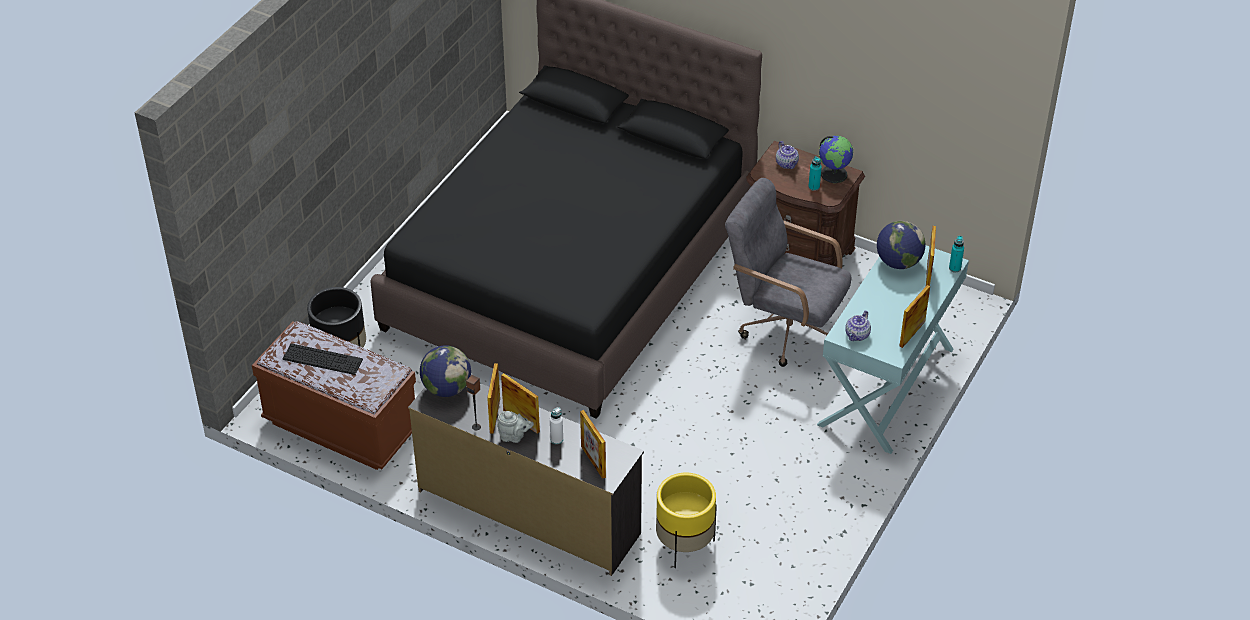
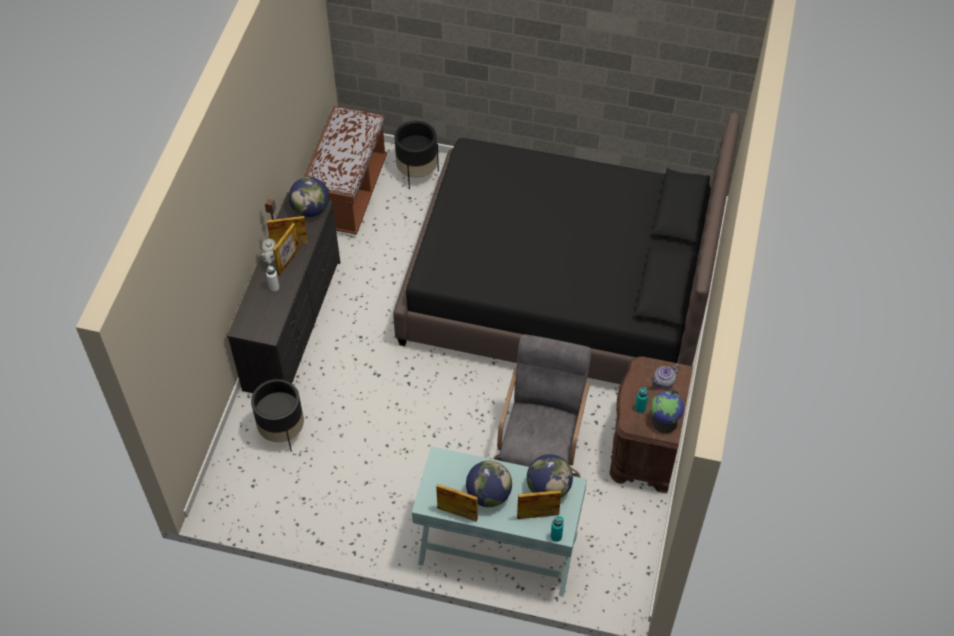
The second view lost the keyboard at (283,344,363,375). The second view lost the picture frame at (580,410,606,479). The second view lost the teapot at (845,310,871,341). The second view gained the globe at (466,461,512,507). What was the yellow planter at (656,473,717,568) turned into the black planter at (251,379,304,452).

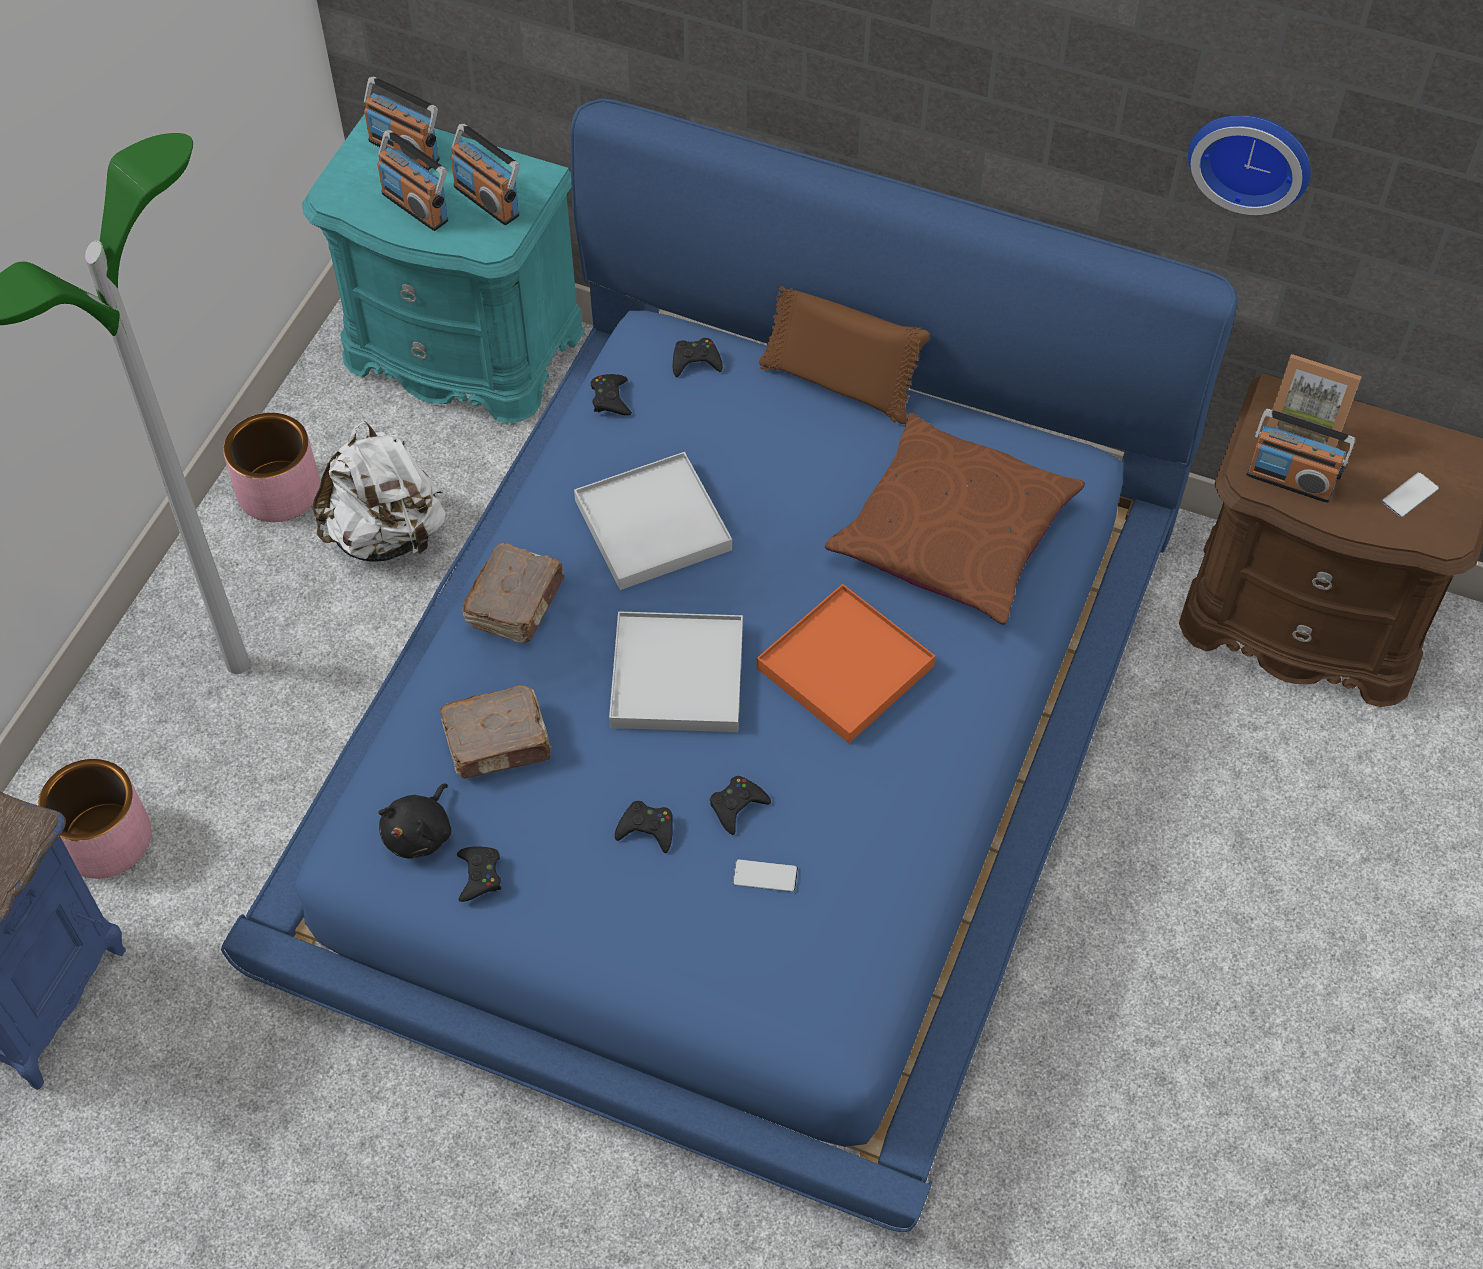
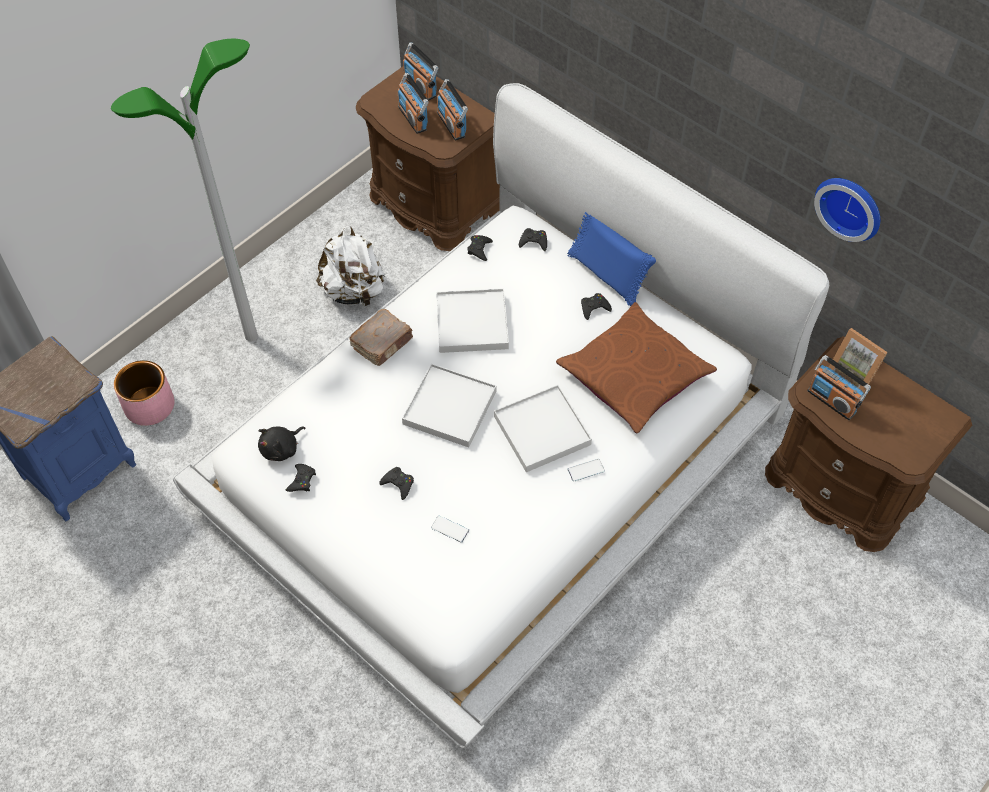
The second view lost the pink planter at (223,413,320,522). The second view lost the brown book at (440,685,552,779). The black game controller ended up elsewhere, having gone from (710,776,771,835) to (581,293,612,320). The phone ended up elsewhere, having gone from (1382,472,1439,517) to (567,459,605,481). What was the blue bed at (221,98,1238,1232) turned into the white bed at (173,83,829,748). What was the turquoise nightstand at (302,114,585,424) turned into the brown nightstand at (356,66,500,251). What was the orange tray at (757,584,935,743) turned into the white tray at (494,385,592,472). What was the brown pillow at (759,286,930,424) turned into the blue pillow at (567,212,656,306).

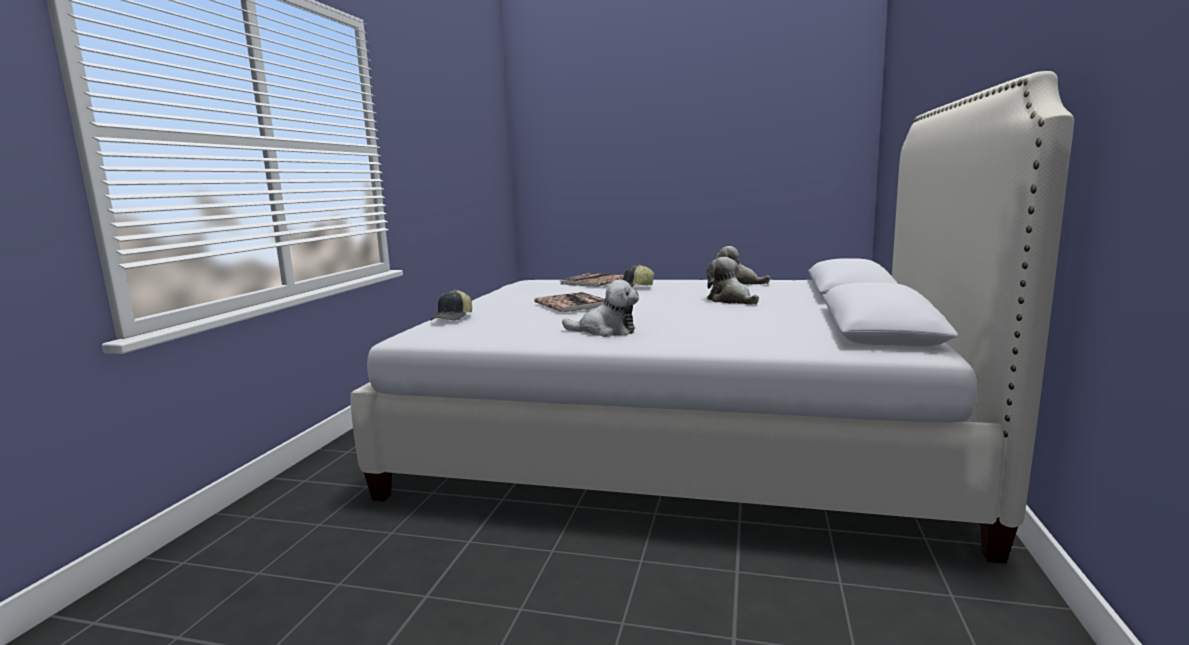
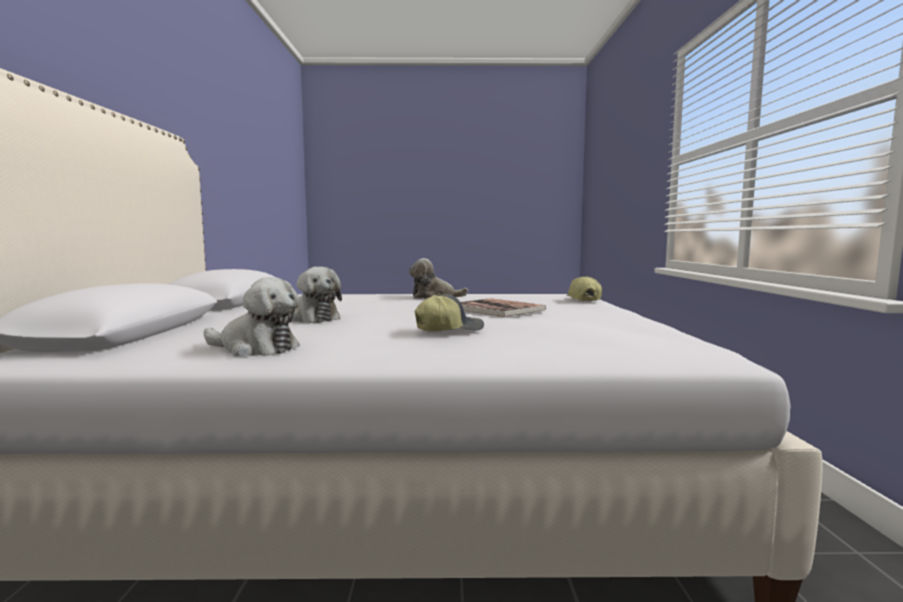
The second view lost the book at (561,273,624,287).

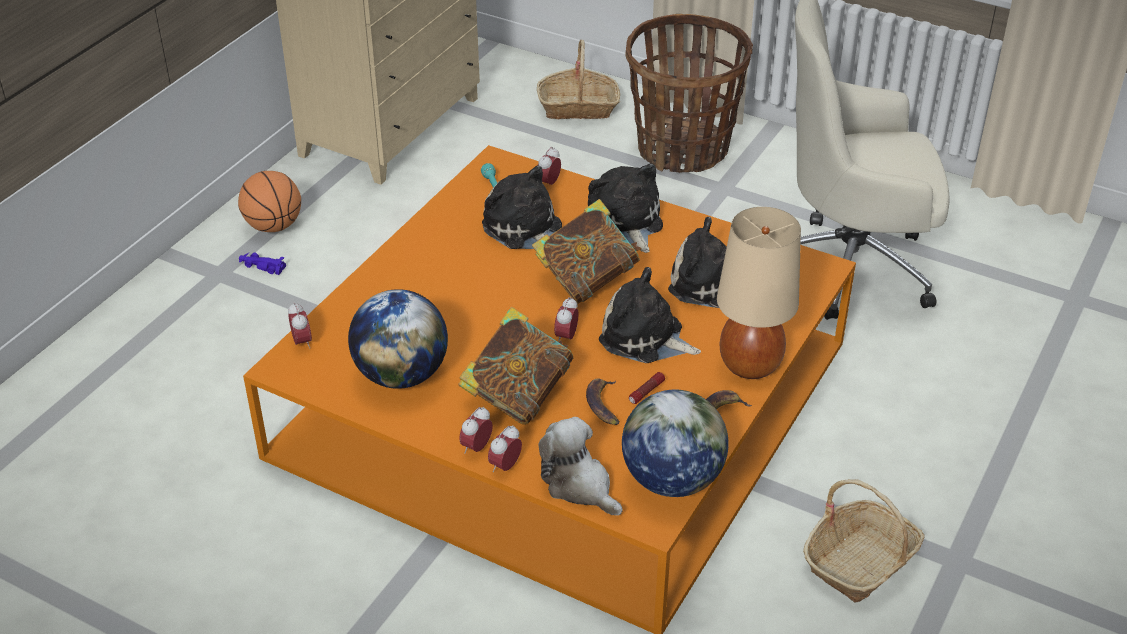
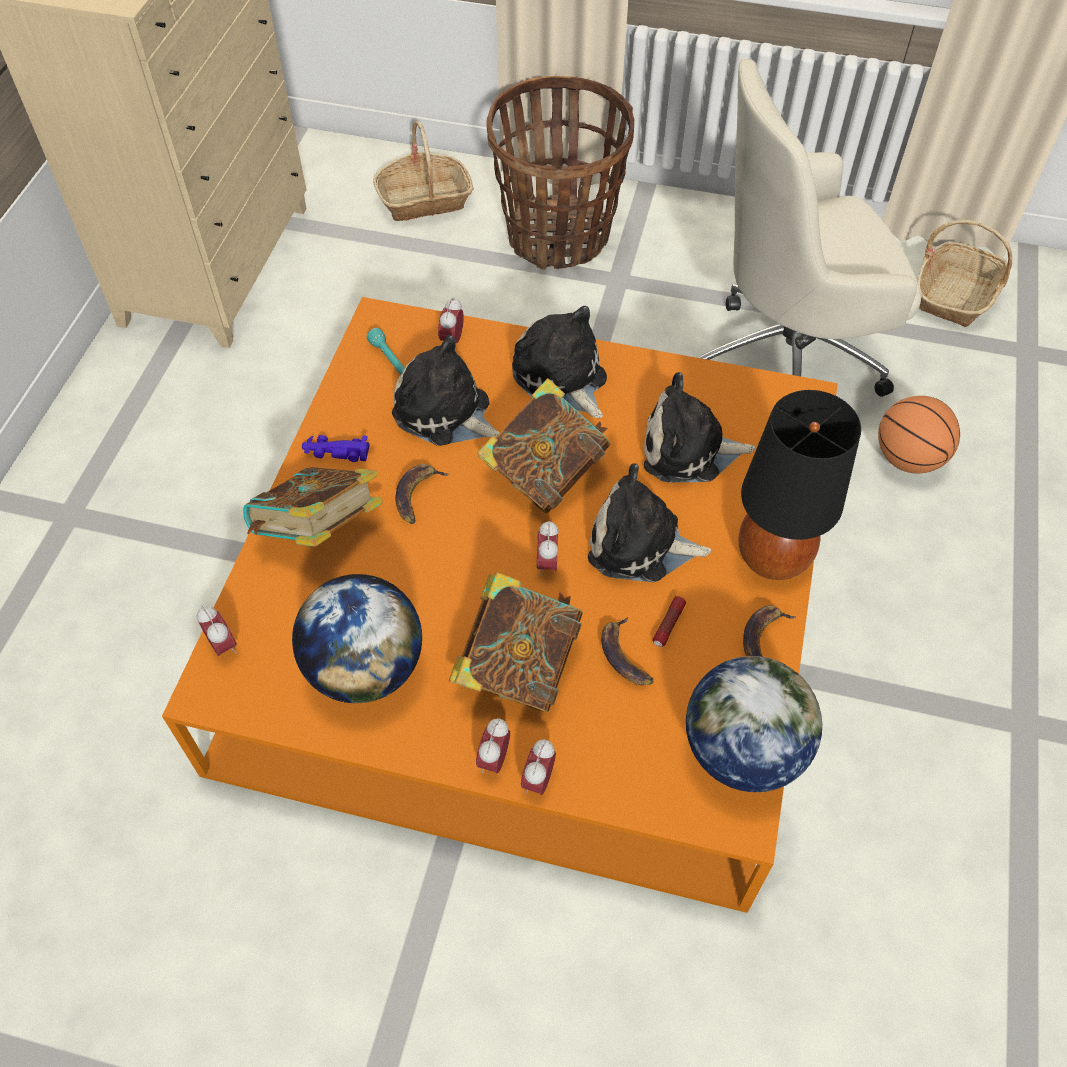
The second view lost the plush toy at (538,417,623,516). The second view gained the book at (243,467,383,547). The second view gained the banana at (395,464,450,524). The basketball ended up elsewhere, having gone from (238,171,301,232) to (878,396,960,473). The purple toy car ended up elsewhere, having gone from (239,252,286,275) to (302,435,370,462). The basket ended up elsewhere, having gone from (803,479,925,603) to (917,219,1012,327). What was the beige table lamp at (717,207,801,379) turned into the black table lamp at (738,390,861,580).

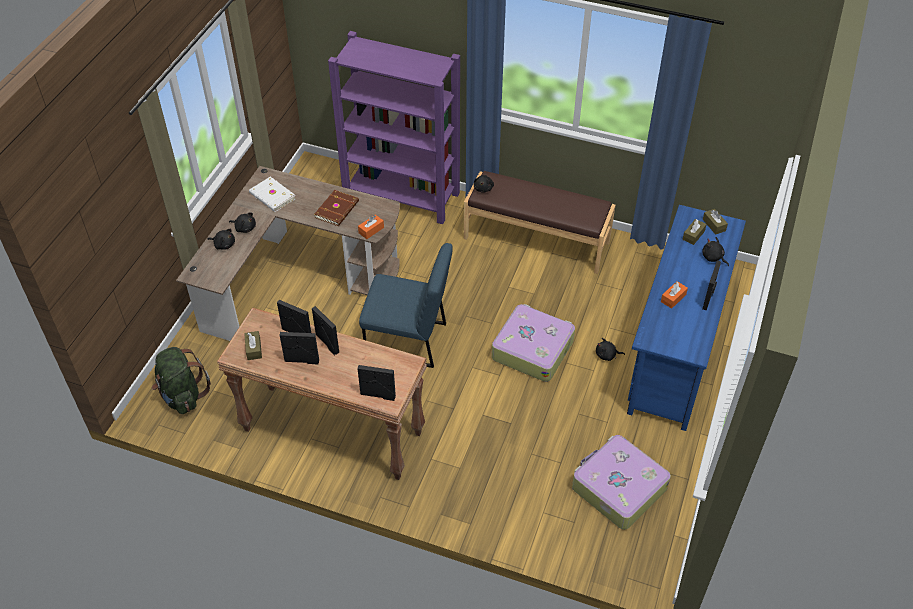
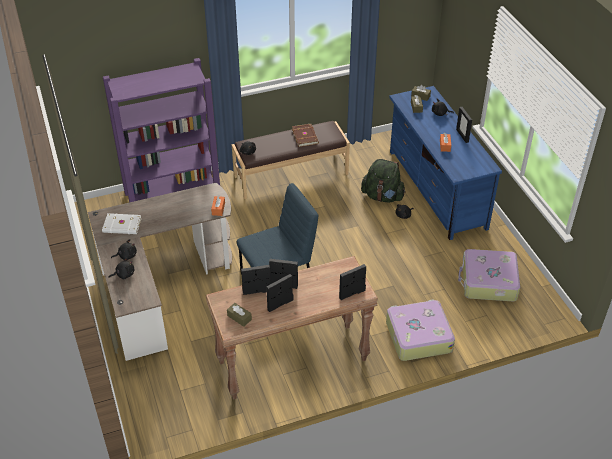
The green backpack ended up elsewhere, having gone from (152,347,211,414) to (361,159,406,203). The brown book ended up elsewhere, having gone from (314,190,359,226) to (292,124,319,147). The suitcase ended up elsewhere, having gone from (492,304,575,382) to (386,299,455,361).

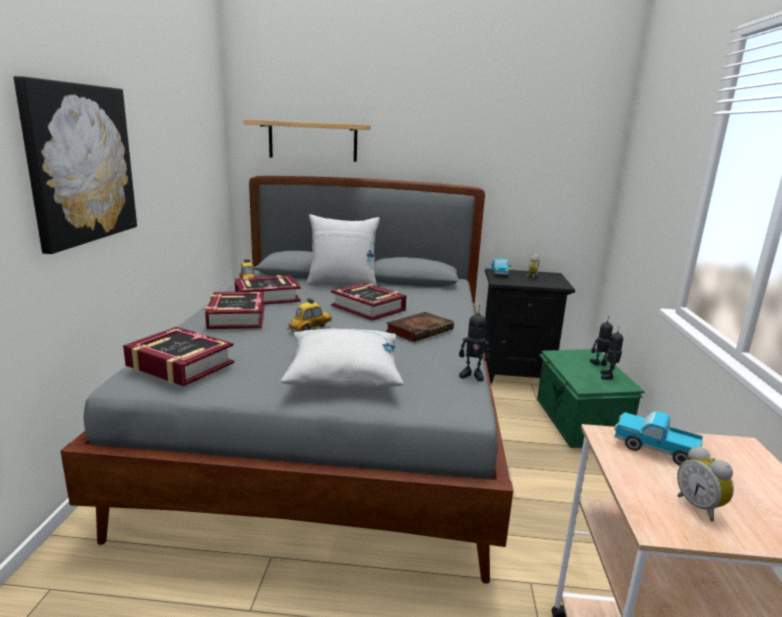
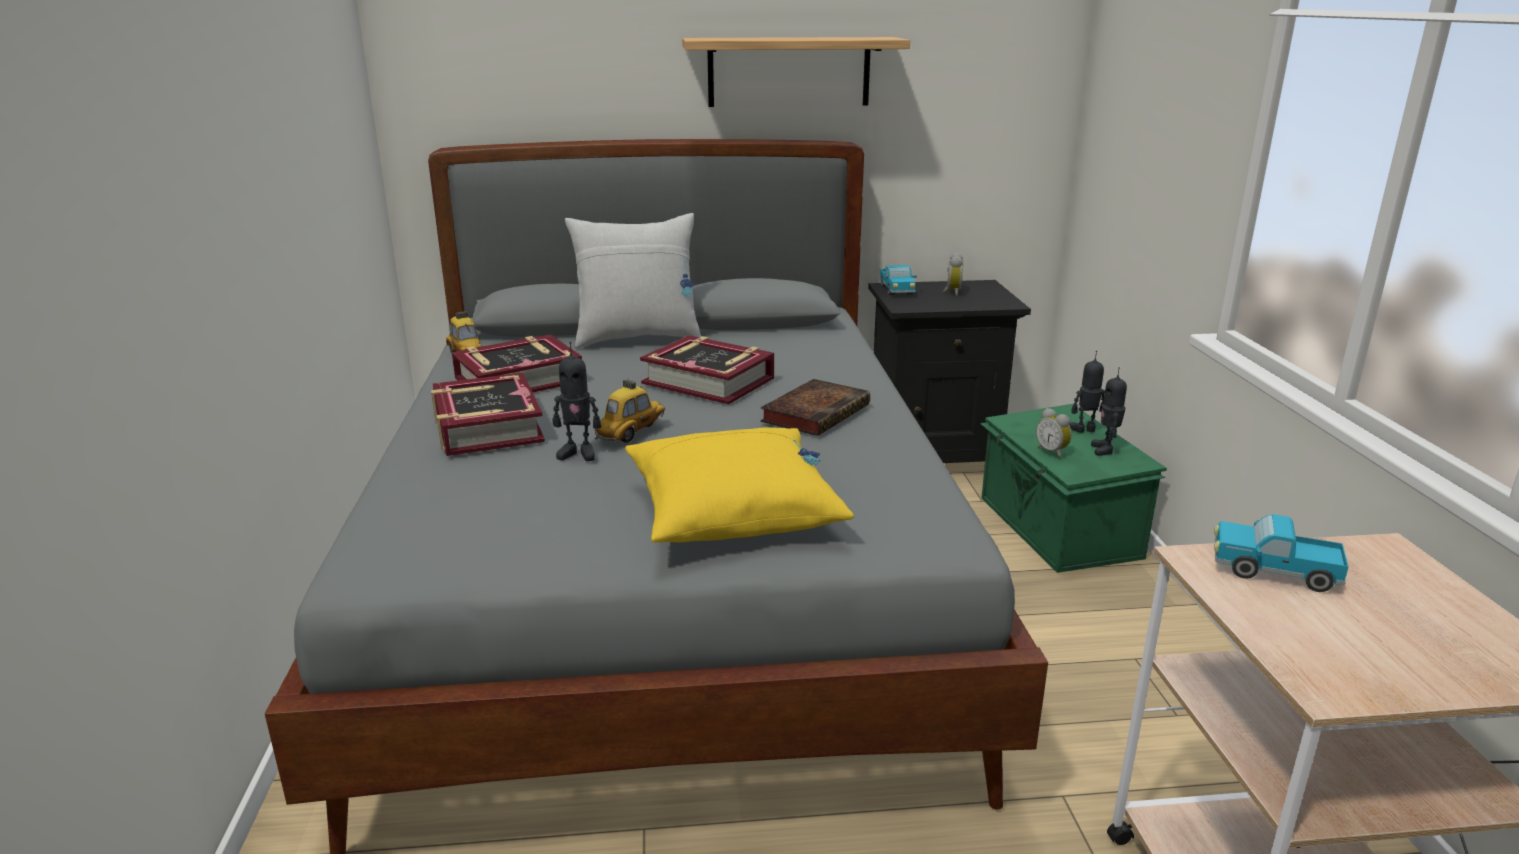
The second view lost the picture at (14,76,137,254). The second view lost the book at (123,327,234,386). The shelf ended up elsewhere, having gone from (244,119,371,162) to (682,37,910,107). The toy robot ended up elsewhere, having gone from (459,305,490,381) to (553,342,601,461). The alarm clock ended up elsewhere, having gone from (677,446,734,521) to (1036,408,1072,458). What was the grey pillow at (280,329,404,389) turned into the yellow pillow at (625,427,854,543).

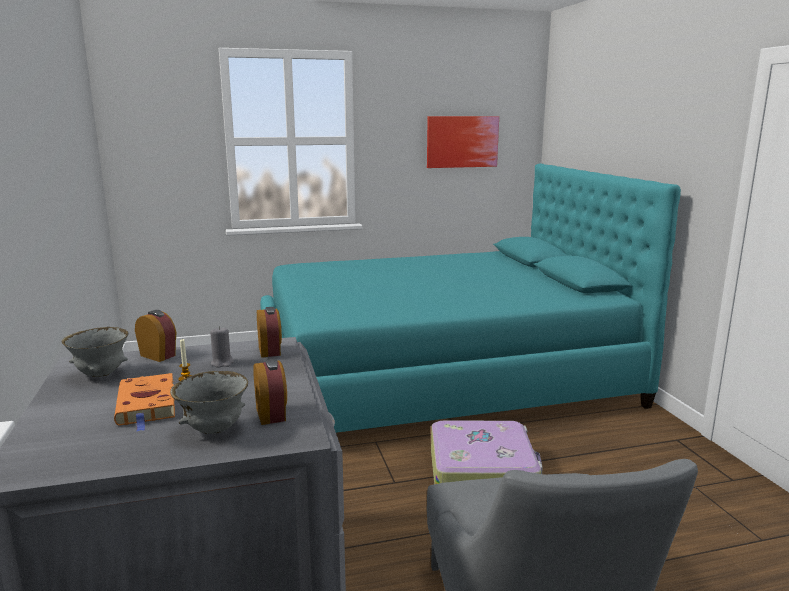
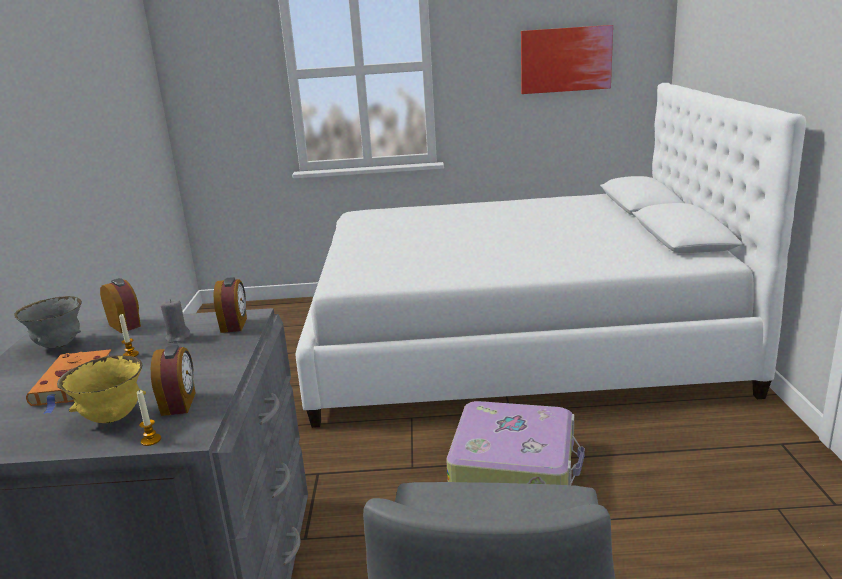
The second view gained the candle at (137,390,161,446). What was the grey bowl at (170,371,248,434) turned into the yellow bowl at (57,355,146,423). What was the turquoise bed at (260,163,681,433) turned into the white bed at (295,83,806,428).

